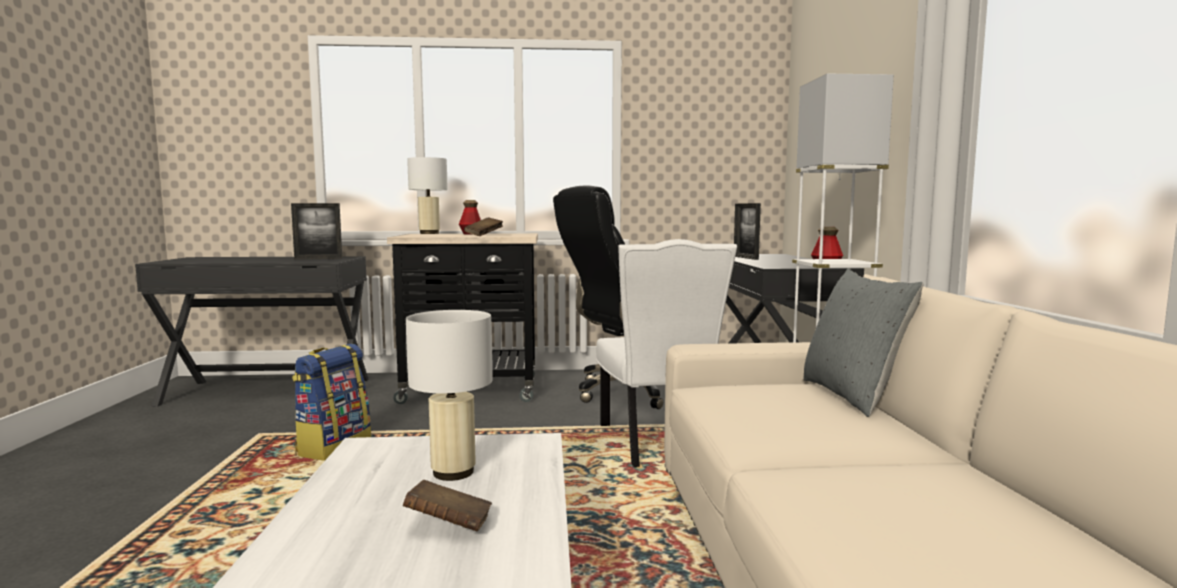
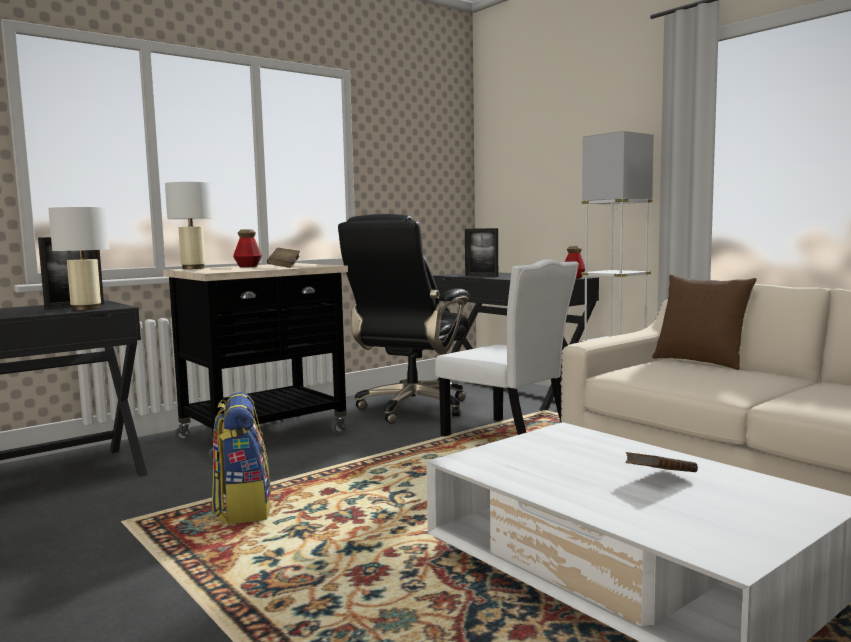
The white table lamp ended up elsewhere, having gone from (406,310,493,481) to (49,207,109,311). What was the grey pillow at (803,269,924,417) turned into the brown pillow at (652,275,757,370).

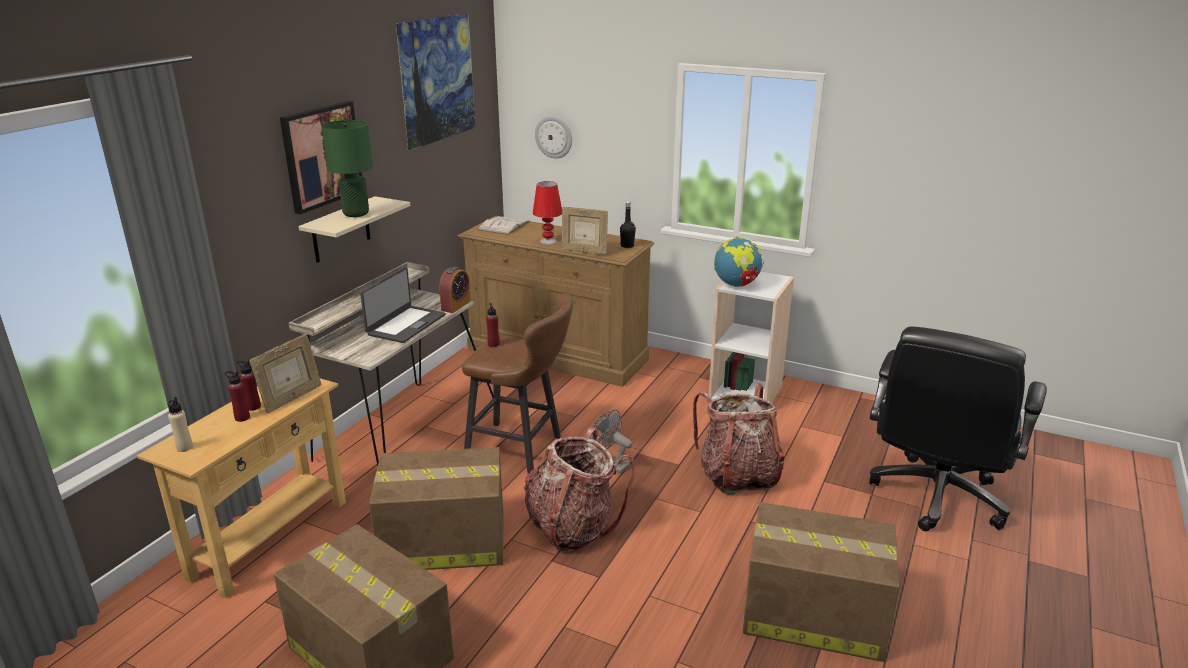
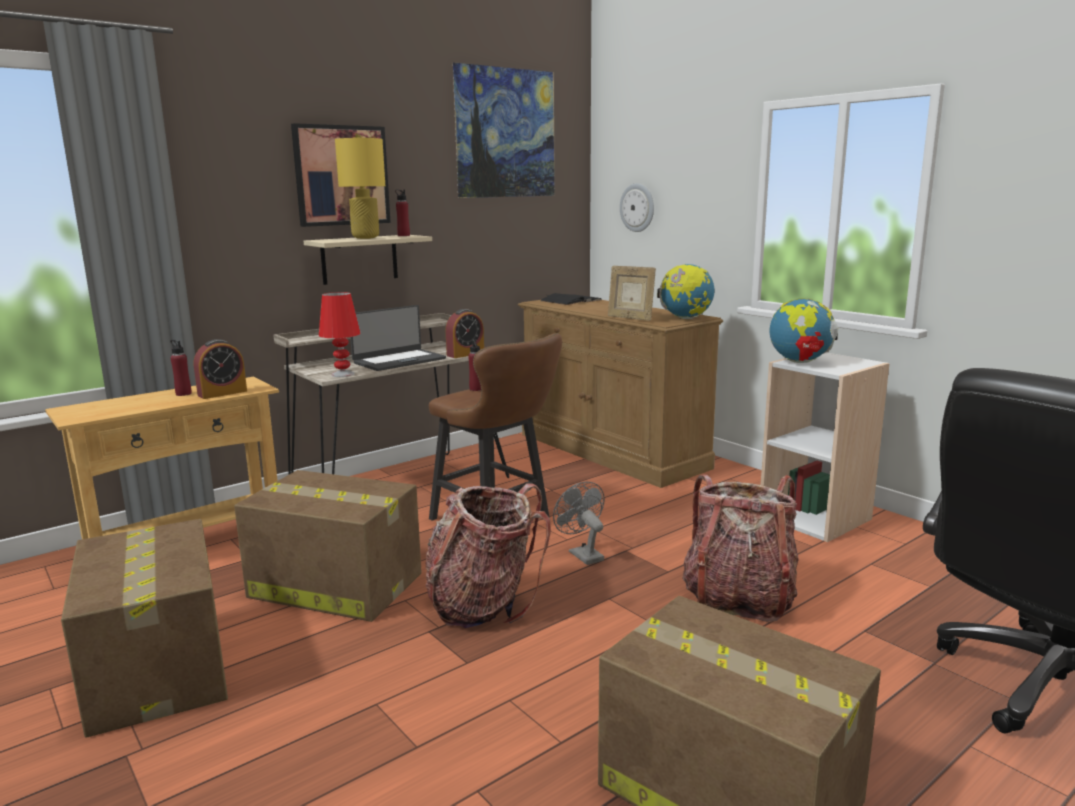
The second view lost the beige bottle at (167,397,193,452). The red bottle ended up elsewhere, having gone from (225,371,250,422) to (395,189,410,236). The red table lamp ended up elsewhere, having gone from (533,181,562,245) to (319,292,361,377). Where the picture frame stood at (250,334,321,413), the alarm clock came to stand at (194,339,247,399). Where the black bottle stood at (620,202,636,248), the globe came to stand at (657,264,715,319). What was the green table lamp at (321,120,373,217) turned into the yellow table lamp at (335,138,385,239). What was the white book at (478,216,530,235) turned into the black book at (541,293,602,305).

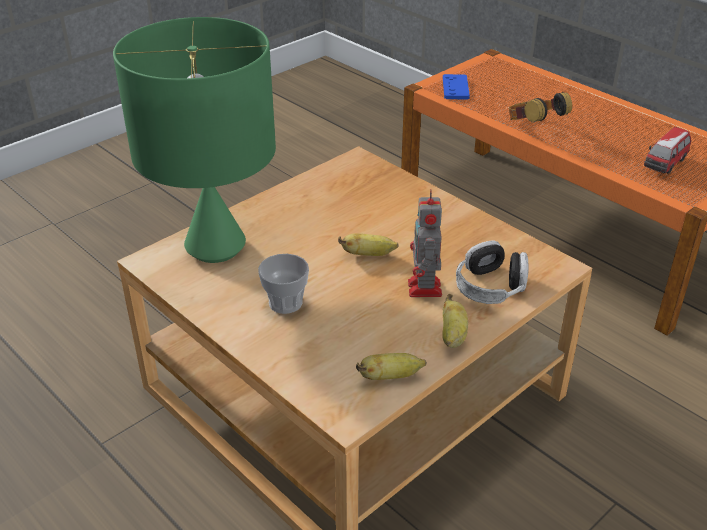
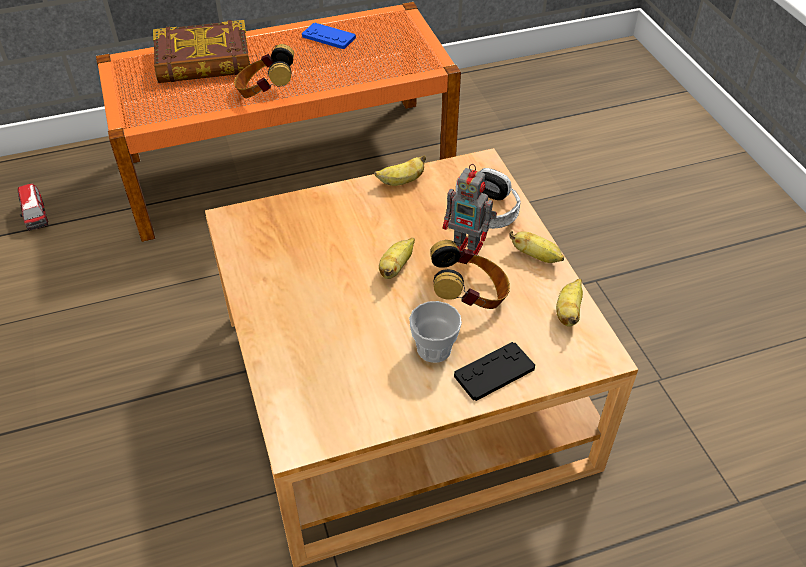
The second view lost the green table lamp at (113,17,276,263). The second view gained the book at (153,20,250,83). The second view gained the banana at (374,155,426,186). The second view gained the headphones at (430,240,510,309). The second view gained the black game controller at (454,342,535,401). The blue game controller ended up elsewhere, having gone from (443,74,470,100) to (302,23,356,49). The toy car ended up elsewhere, having gone from (644,127,691,174) to (18,184,48,231).

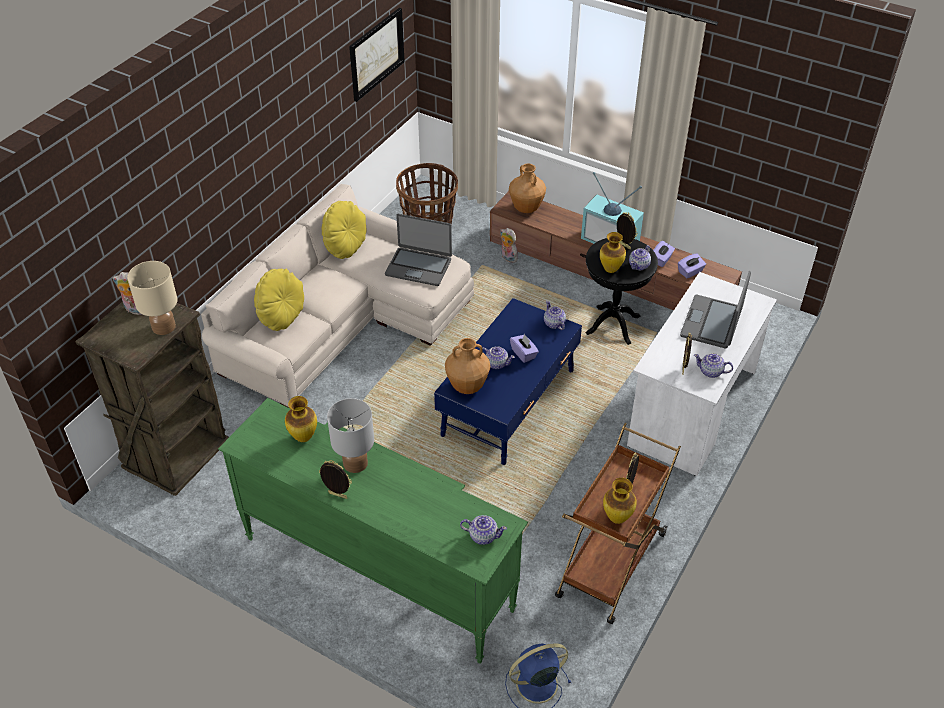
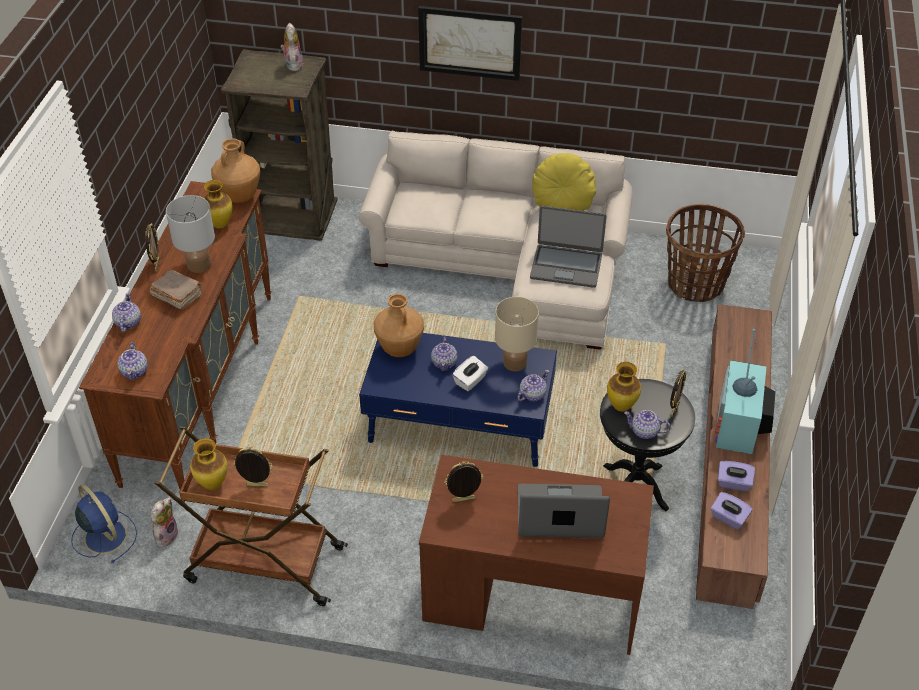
The second view lost the yellow pillow at (254,269,304,331). The second view gained the brown book at (150,269,202,310). The beige table lamp ended up elsewhere, having gone from (127,261,178,335) to (495,297,539,372). The picture ended up elsewhere, having gone from (349,8,405,102) to (418,6,522,81). The plush toy ended up elsewhere, having gone from (500,228,518,263) to (151,498,179,548). The brown vase ended up elsewhere, having gone from (509,164,546,213) to (211,138,260,203). The teapot ended up elsewhere, having gone from (694,353,733,378) to (112,292,141,332). What was the green cabinet at (218,398,528,664) turned into the brown cabinet at (79,181,272,492). What was the purple tissue box at (510,334,539,363) turned into the white tissue box at (452,356,488,391). What was the white desk at (627,272,777,476) turned into the brown desk at (419,455,654,655). The laptop at (385,214,452,286) ended up facing another way, 75 degrees counterclockwise from before.

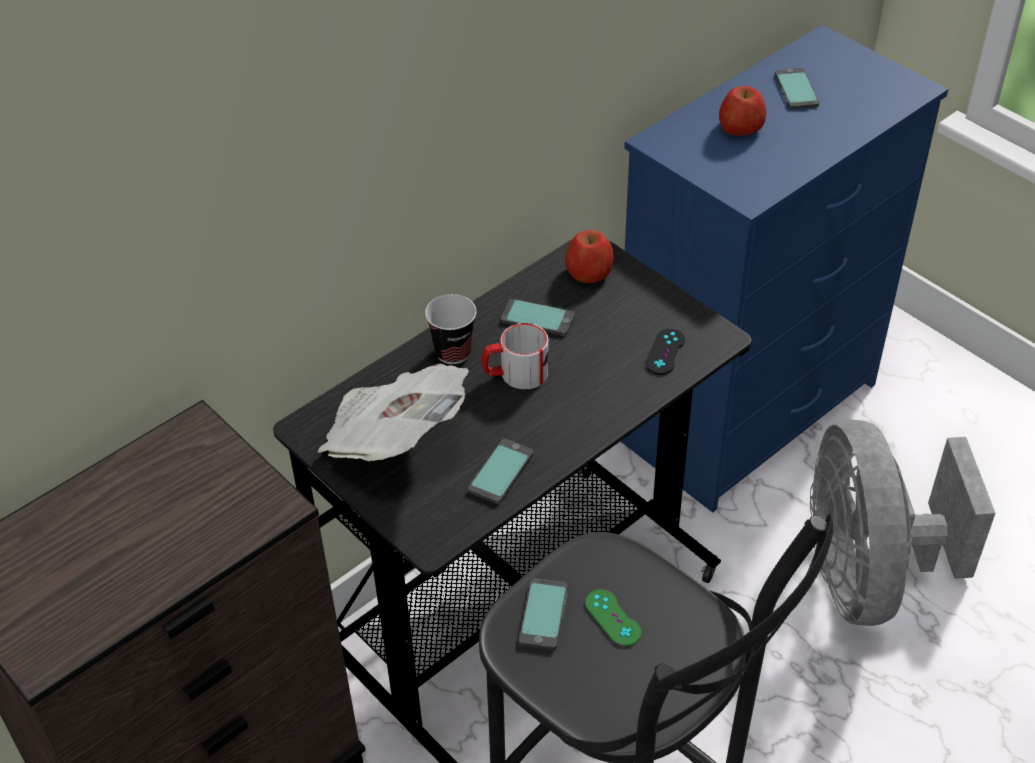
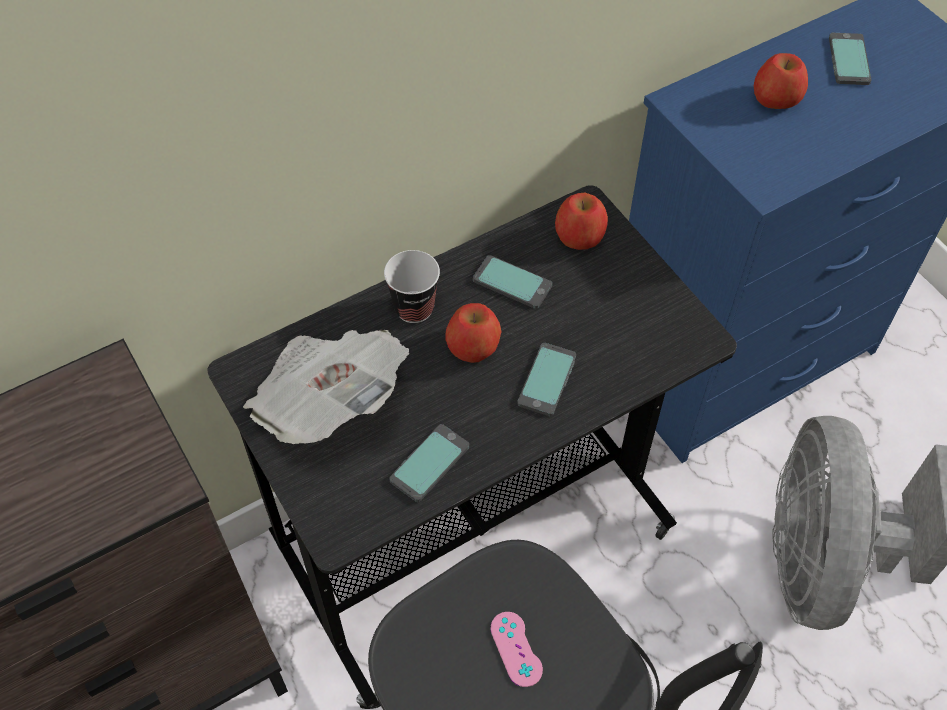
The second view lost the black game controller at (645,329,685,375). The phone ended up elsewhere, having gone from (519,578,568,650) to (517,343,576,416). Where the mug stood at (482,323,549,390), the apple came to stand at (445,303,501,363). What was the green game controller at (585,589,641,646) turned into the pink game controller at (490,612,543,687).

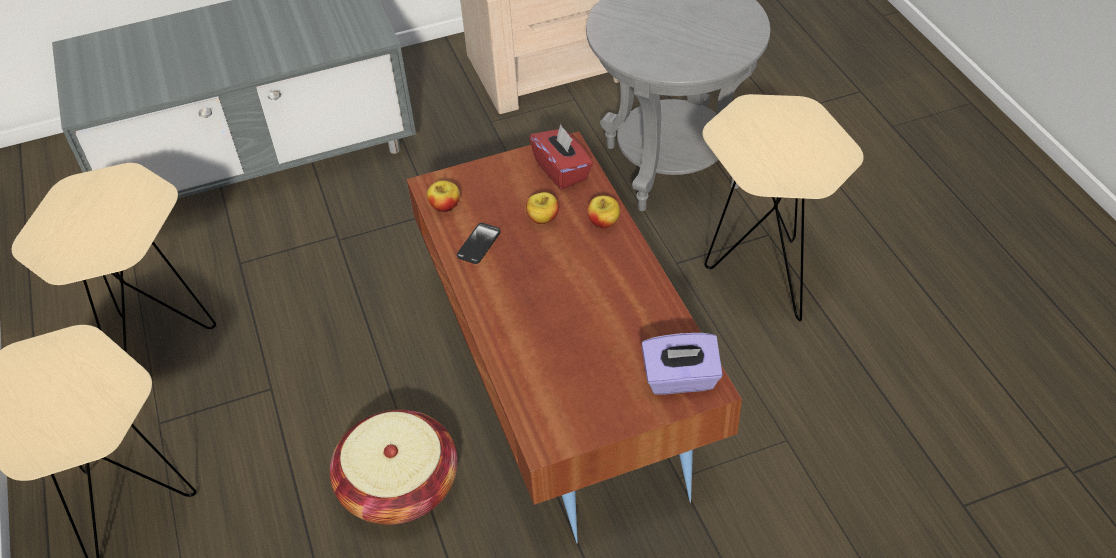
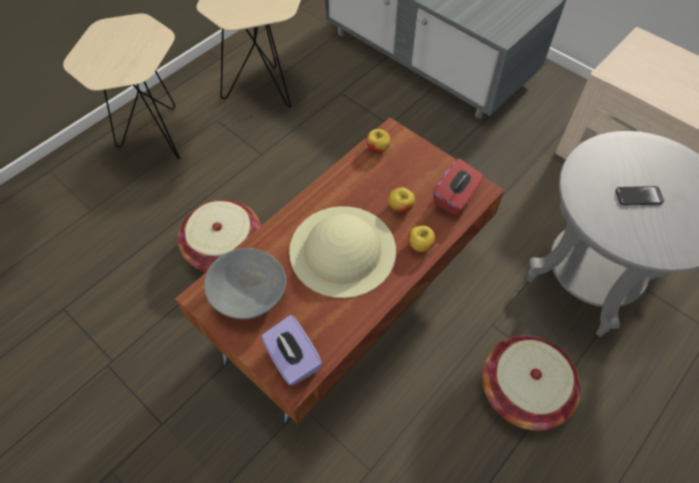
The second view gained the grey bowl at (204,248,287,319). The second view gained the beige hat at (289,206,396,298). The phone ended up elsewhere, having gone from (457,223,501,264) to (615,186,664,205). Where the beige side table stood at (702,94,864,321), the basket came to stand at (482,335,581,431).

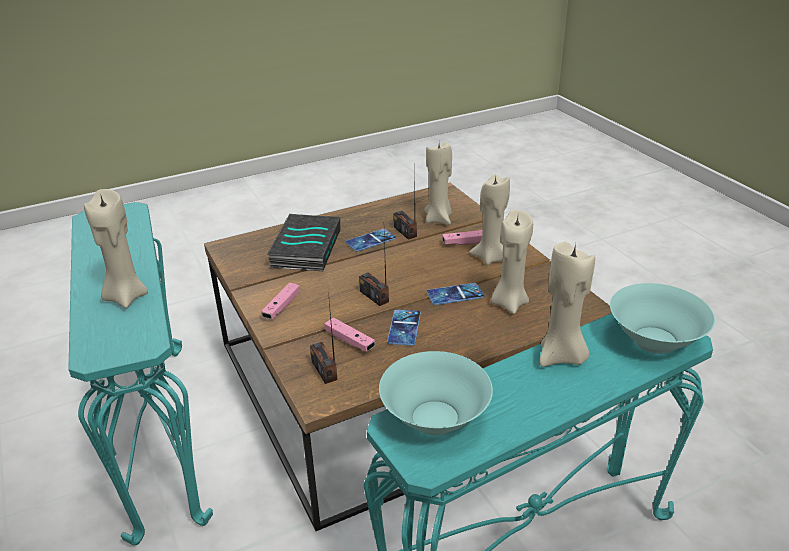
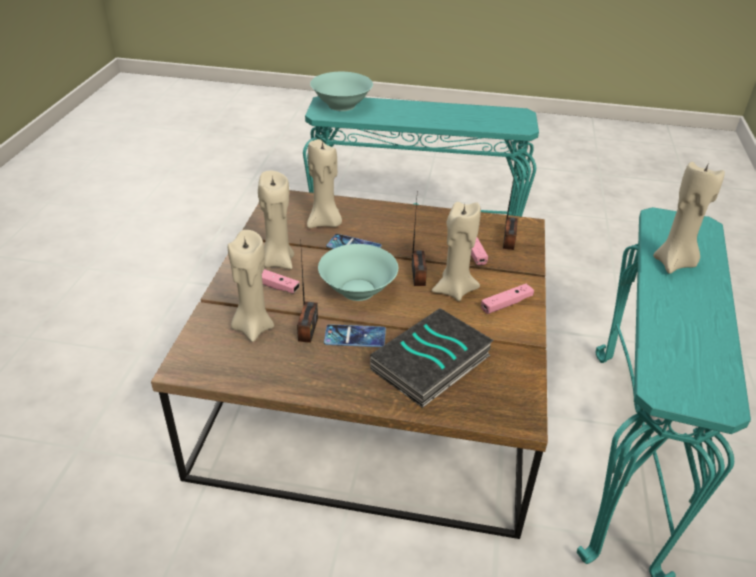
The second view lost the phone at (387,309,421,346). The turquoise bowl ended up elsewhere, having gone from (379,351,493,435) to (318,244,398,301). The beige candle ended up elsewhere, having gone from (540,242,595,367) to (432,202,481,301).

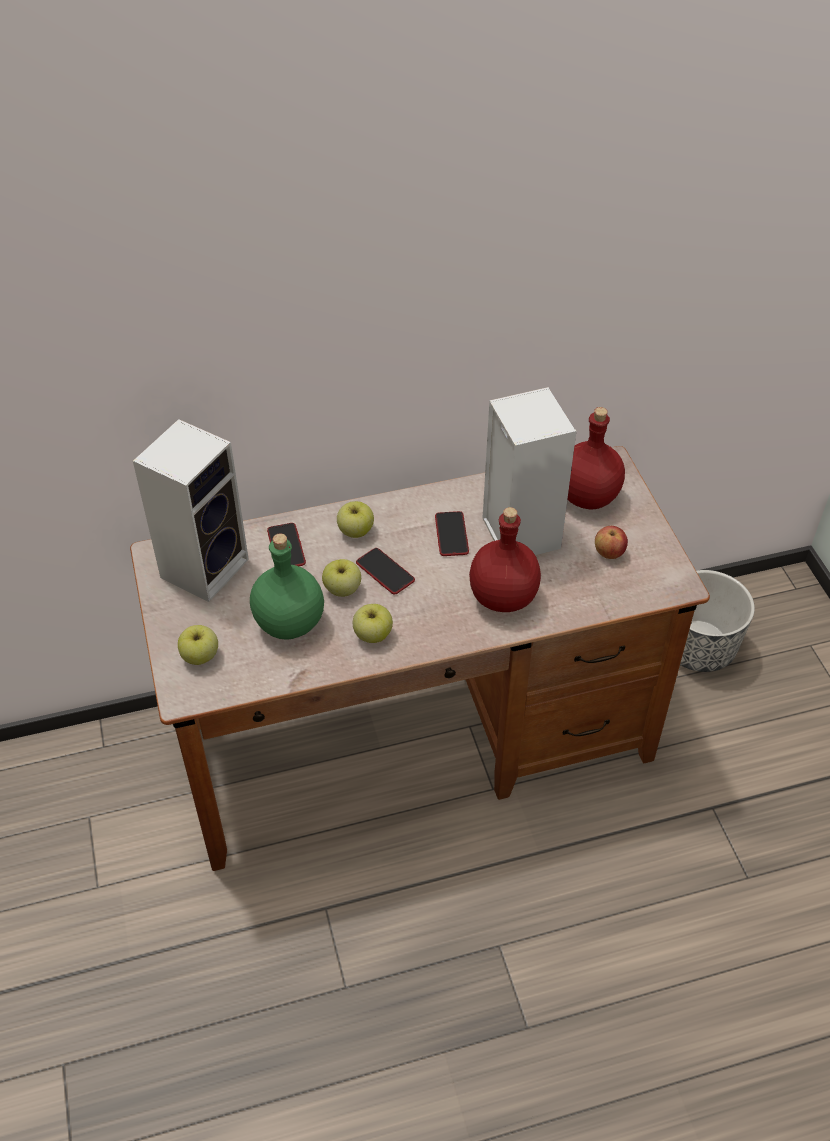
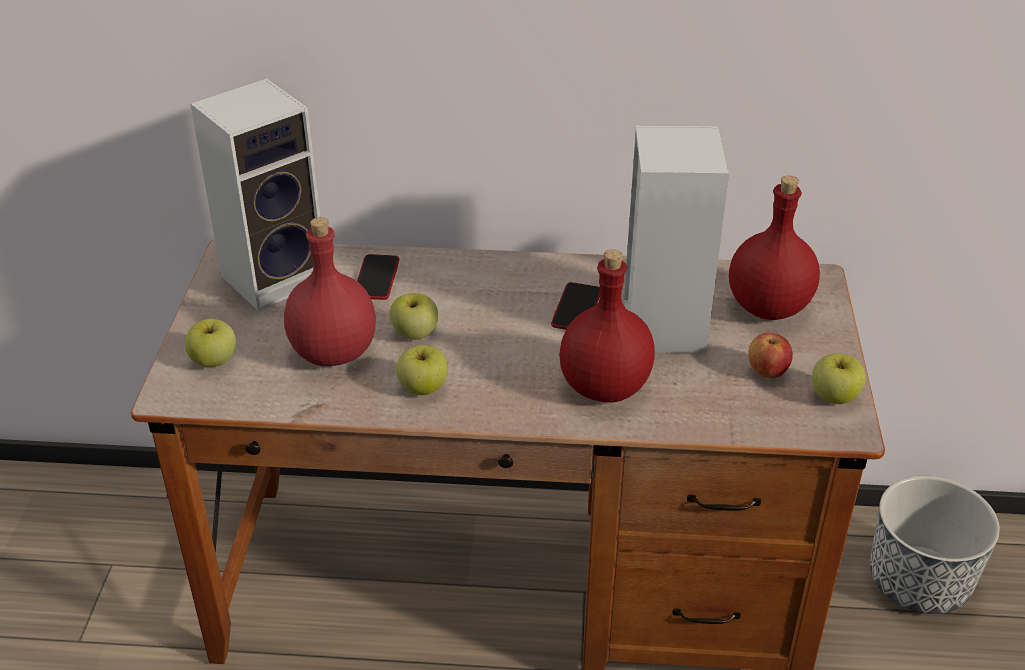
The second view lost the phone at (356,548,415,595). The apple ended up elsewhere, having gone from (337,501,374,538) to (812,353,865,404). What was the green bottle at (250,533,324,640) turned into the red bottle at (284,217,376,366).

